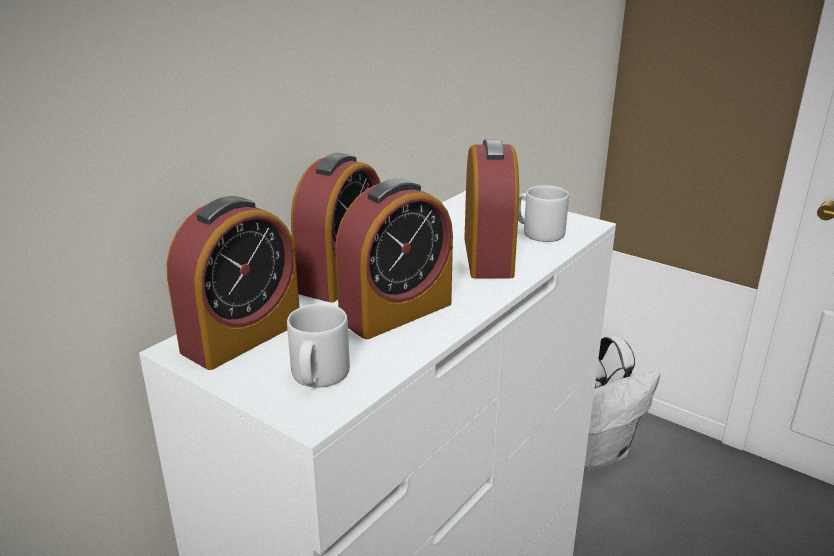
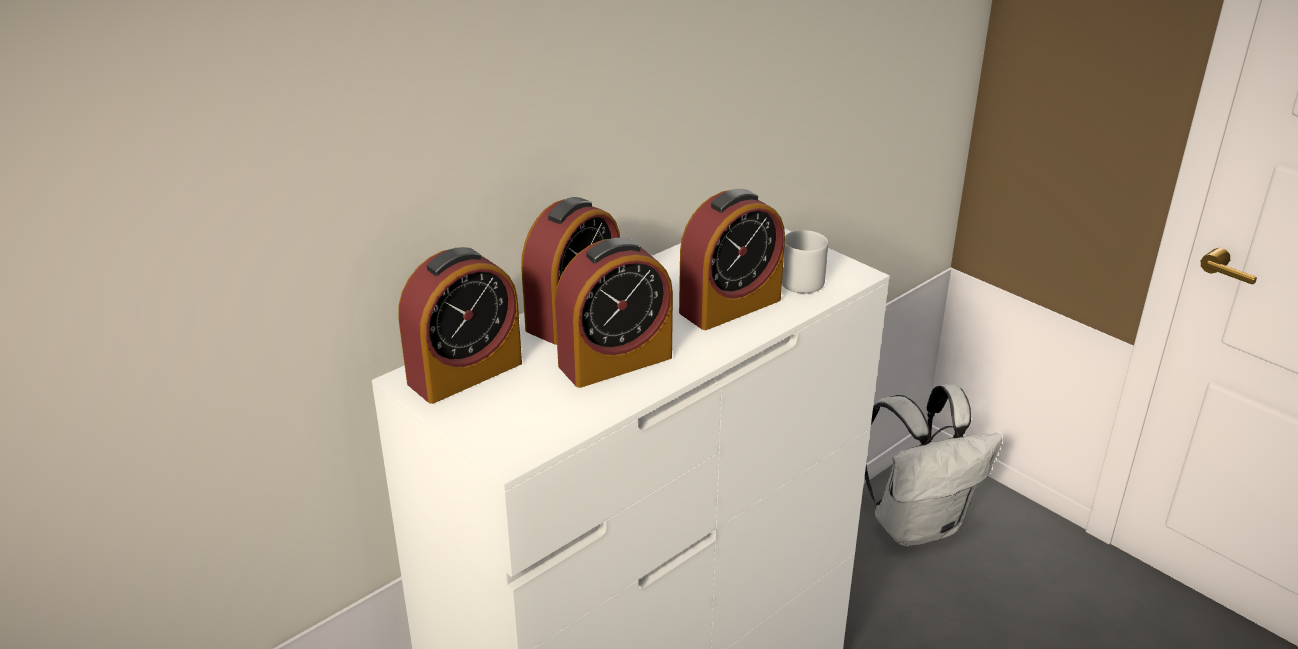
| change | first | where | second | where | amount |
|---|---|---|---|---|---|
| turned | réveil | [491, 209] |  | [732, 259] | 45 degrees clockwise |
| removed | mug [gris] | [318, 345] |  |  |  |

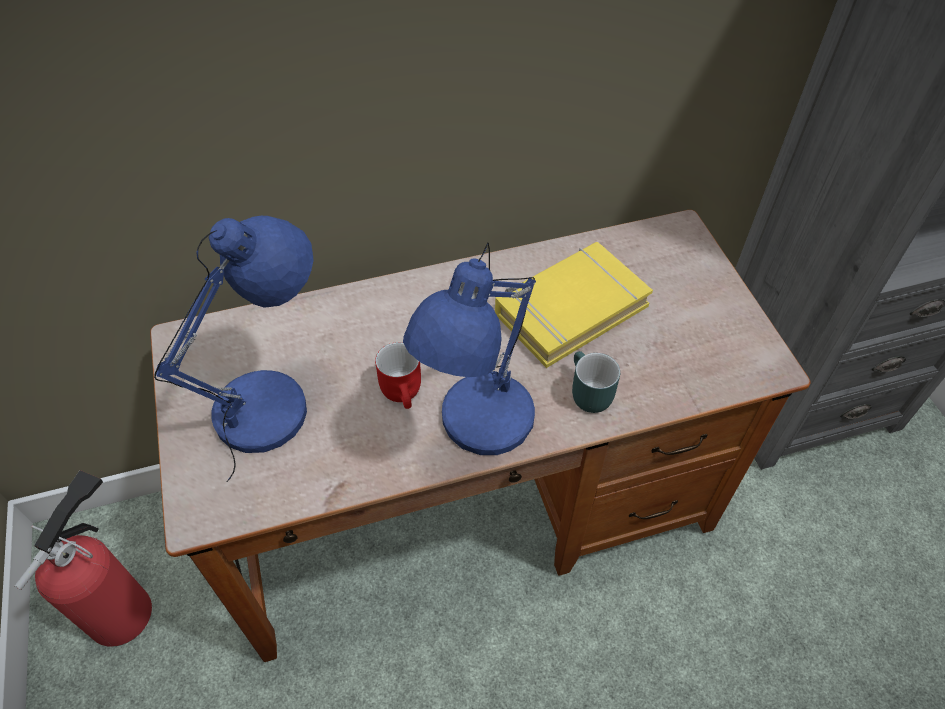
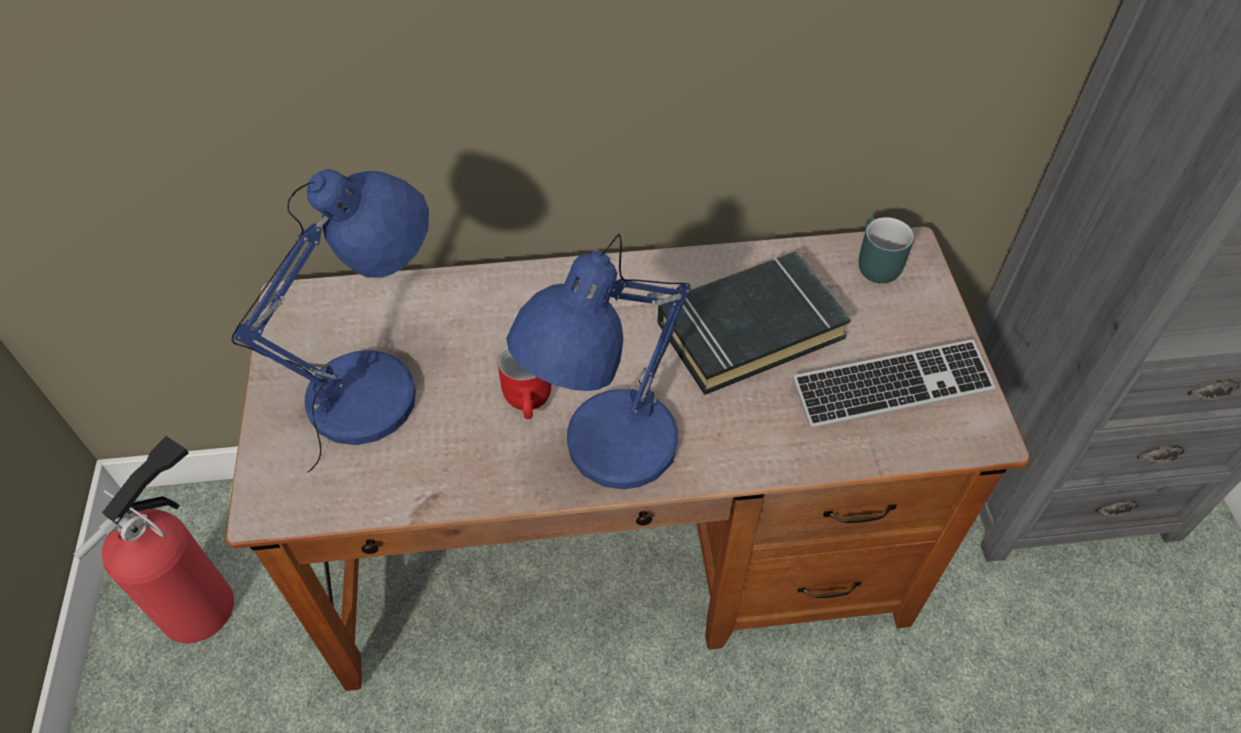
| change | first | where | second | where | amount |
|---|---|---|---|---|---|
| recoloured | livre [jaune] | [574, 305] | livre [noir] | [755, 323] |  |
| added |  |  | clavier | [894, 384] |  |
| moved | mug [turquoise] | [596, 382] |  | [886, 250] |  |

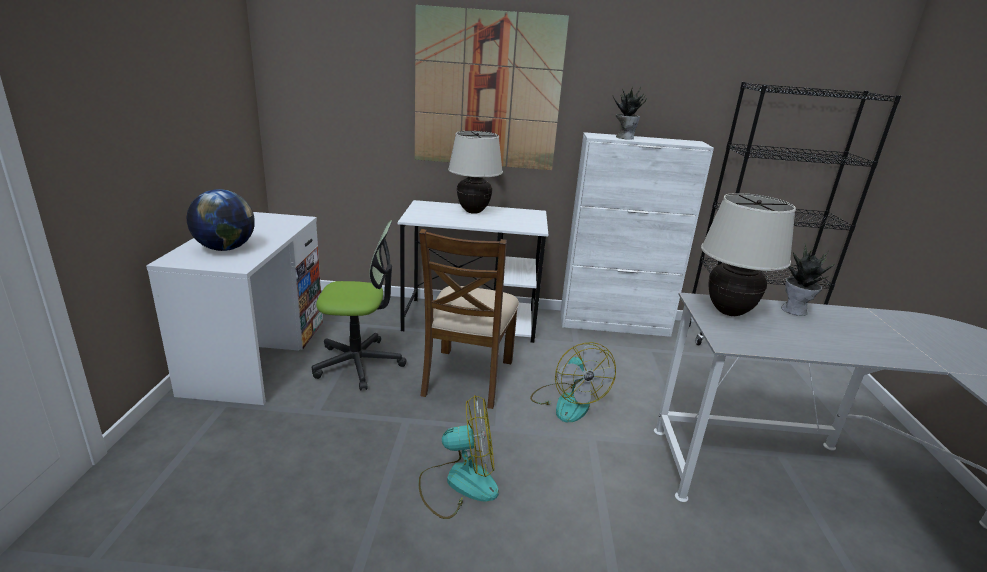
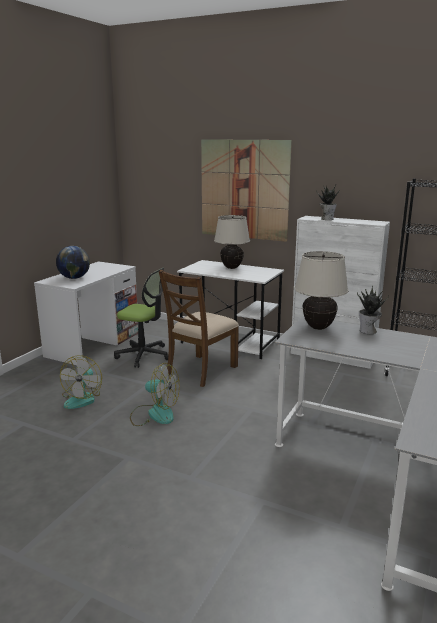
| change | first | where | second | where | amount |
|---|---|---|---|---|---|
| moved | ventilateur | [573, 382] |  | [81, 382] |  |

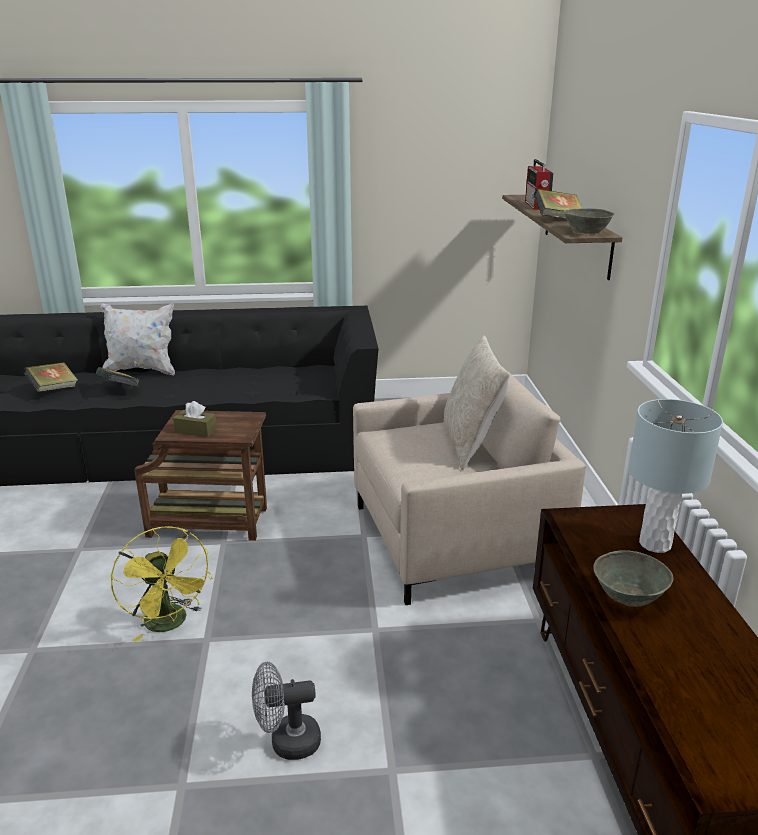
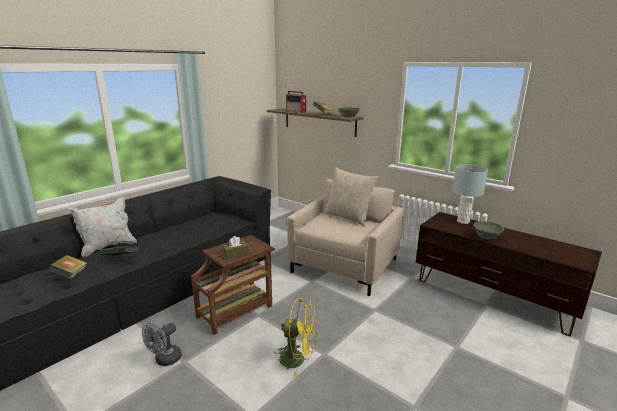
| change | first | where | second | where | amount |
|---|---|---|---|---|---|
| moved | ventilateur [gris] | [286, 711] |  | [162, 344] |  |

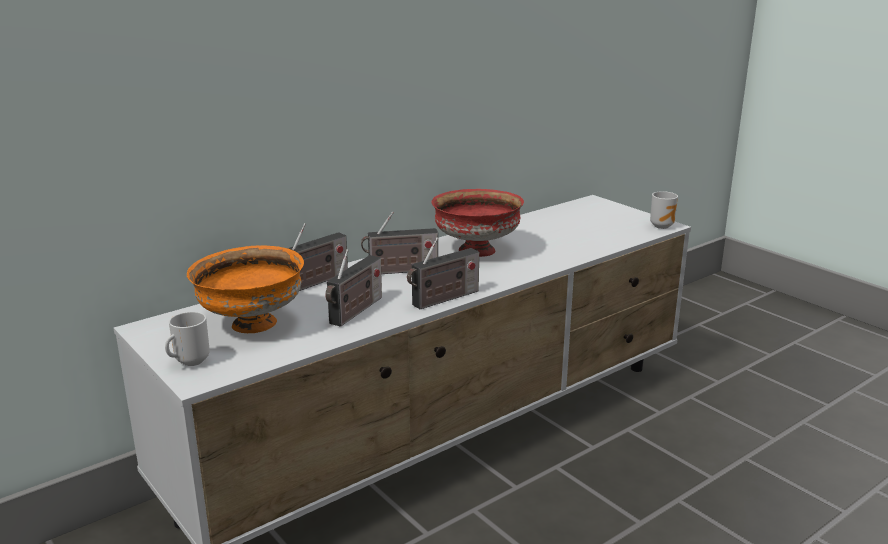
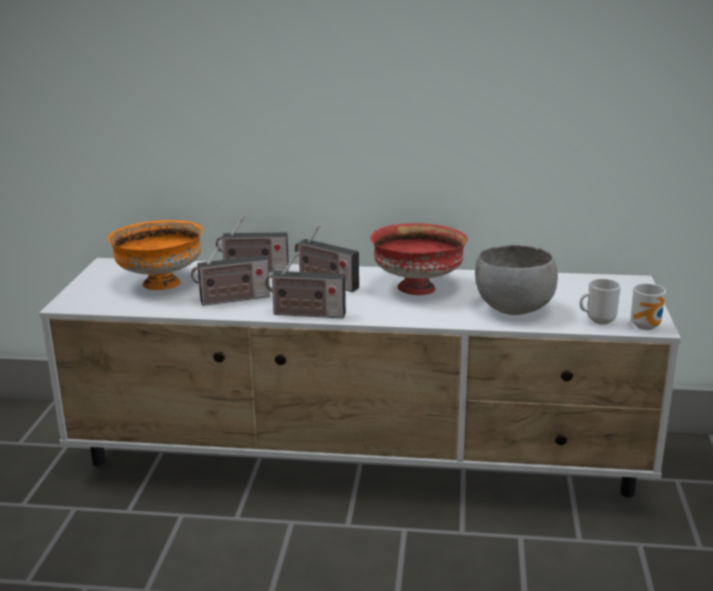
| change | first | where | second | where | amount |
|---|---|---|---|---|---|
| added |  |  | bol [gris] | [516, 280] |  |
| moved | mug | [187, 339] |  | [600, 302] |  |

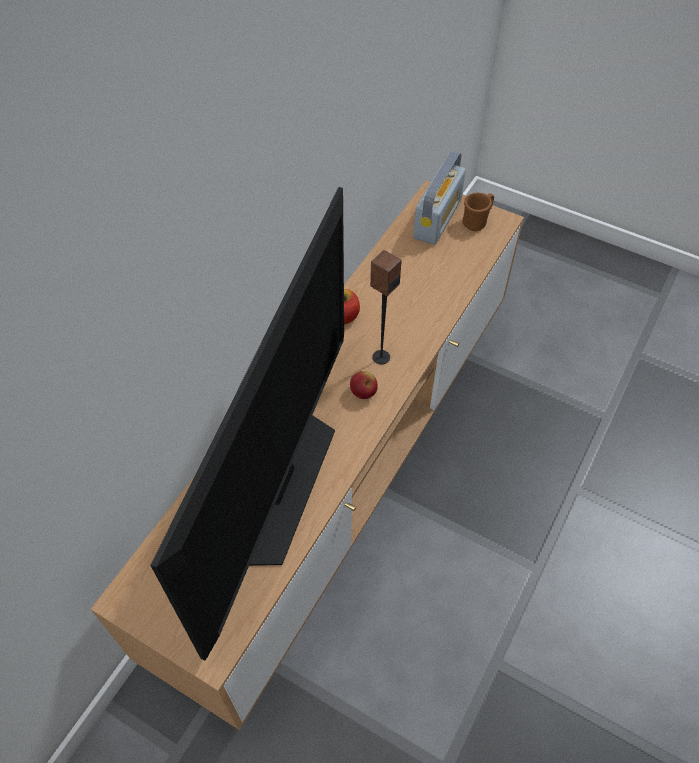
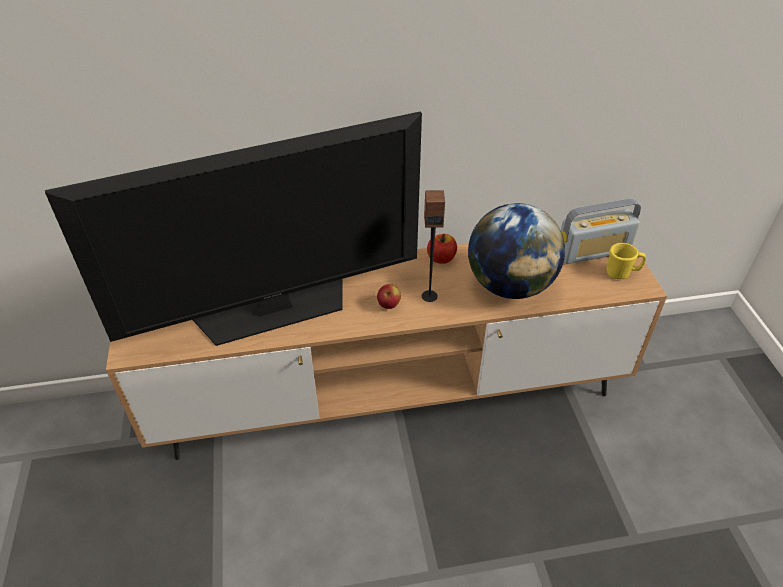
| change | first | where | second | where | amount |
|---|---|---|---|---|---|
| added |  |  | globe | [516, 251] |  |
| recoloured | mug [marron] | [478, 212] | mug [jaune] | [626, 261] |  |

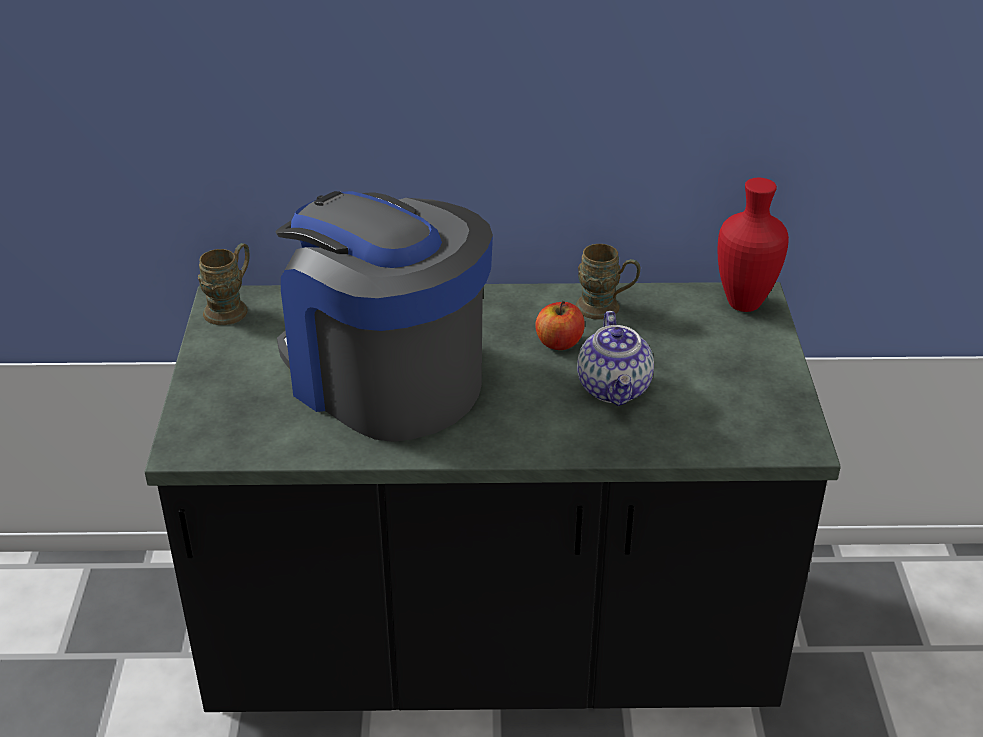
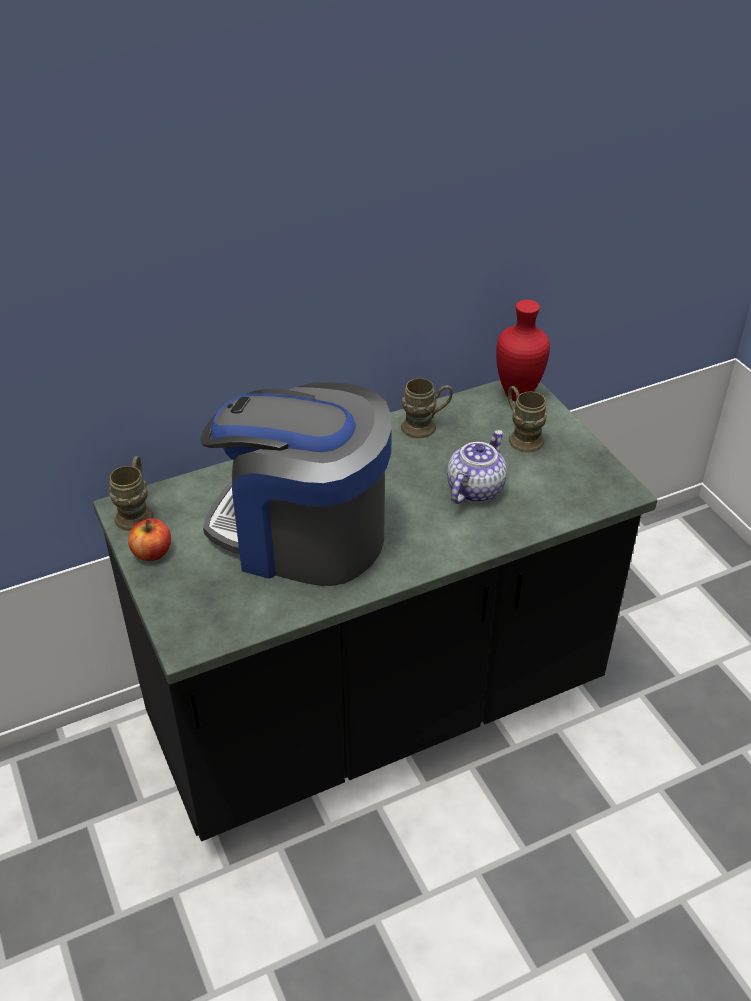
| change | first | where | second | where | amount |
|---|---|---|---|---|---|
| moved | pomme | [560, 325] |  | [149, 539] |  |
| turned | théière | [615, 358] |  | [477, 467] | 120 degrees counterclockwise |
| added |  |  | mug [marron] | [528, 419] |  |

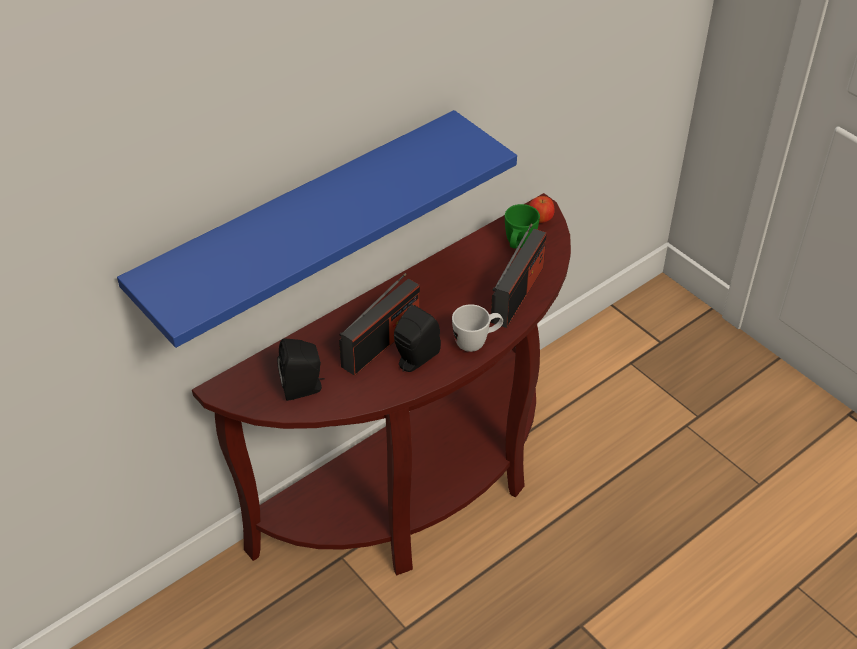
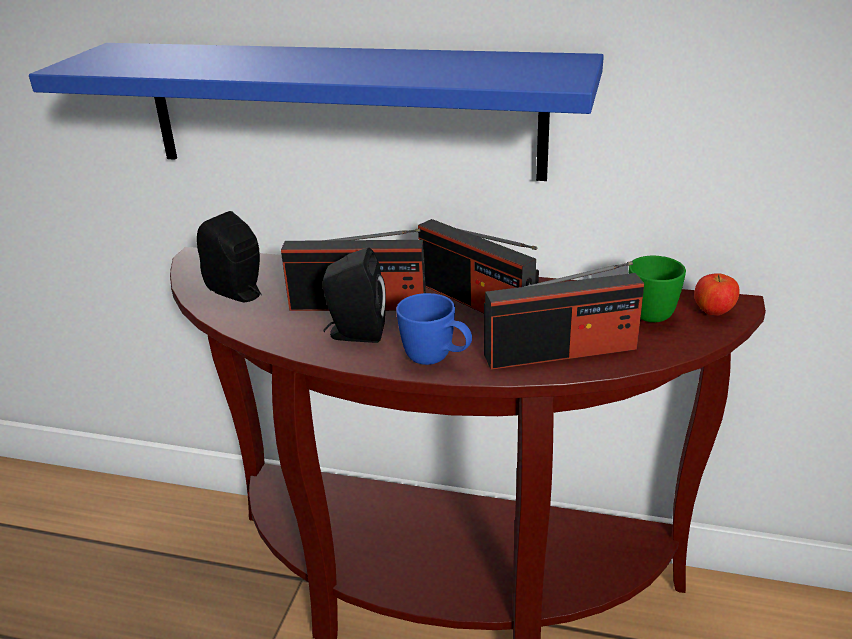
| change | first | where | second | where | amount |
|---|---|---|---|---|---|
| recoloured | mug [blanc] | [477, 328] | mug [bleu] | [434, 329] |  |
| added |  |  | radio | [478, 266] |  |

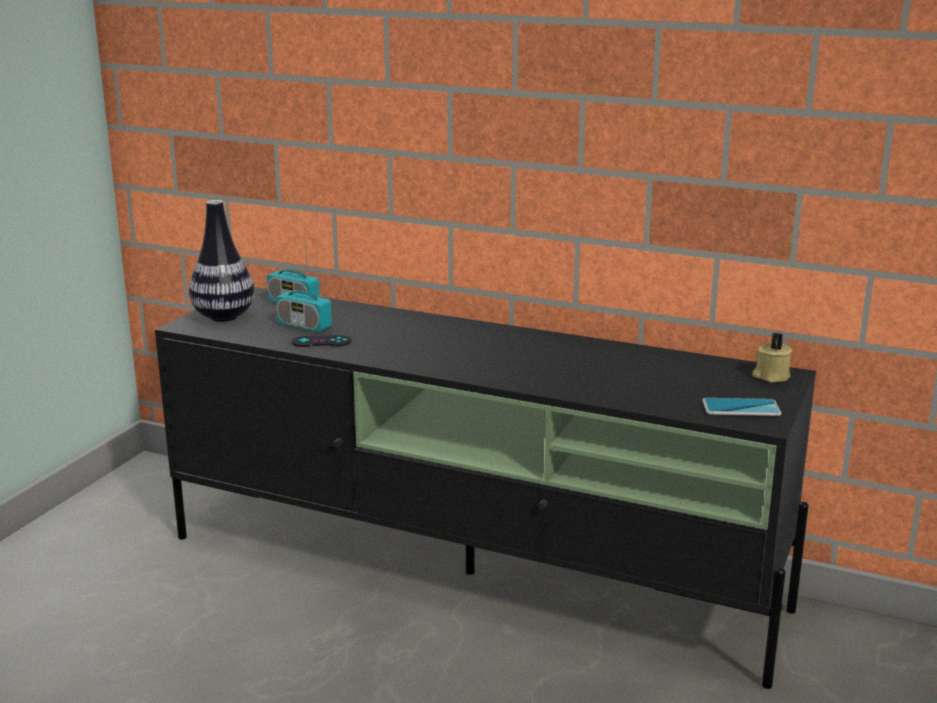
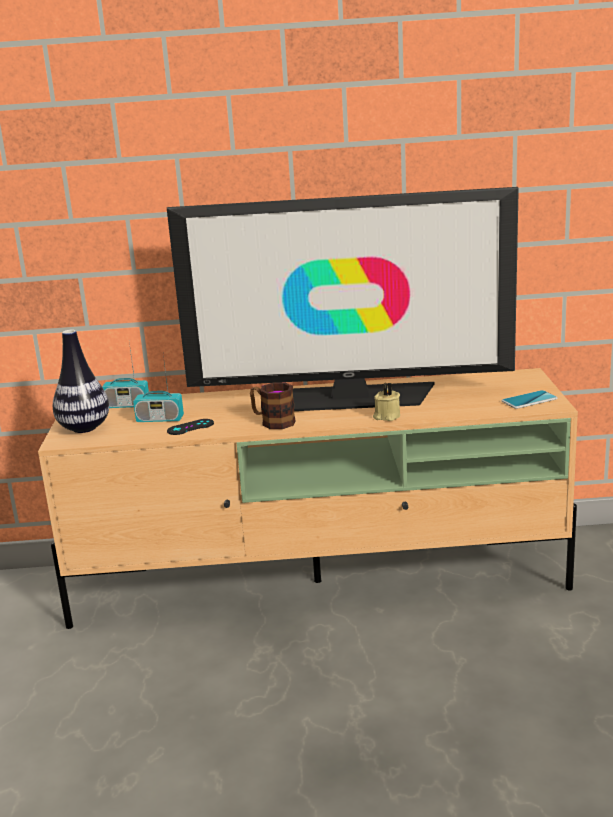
| change | first | where | second | where | amount |
|---|---|---|---|---|---|
| recoloured | meuble télé [noir] | [485, 488] | meuble télé [beige] | [308, 498] |  |
| added |  |  | téléviseur | [343, 299] |  |
| added |  |  | mug | [273, 406] |  |
| moved | bougie [beige] | [772, 358] |  | [386, 402] |  |

